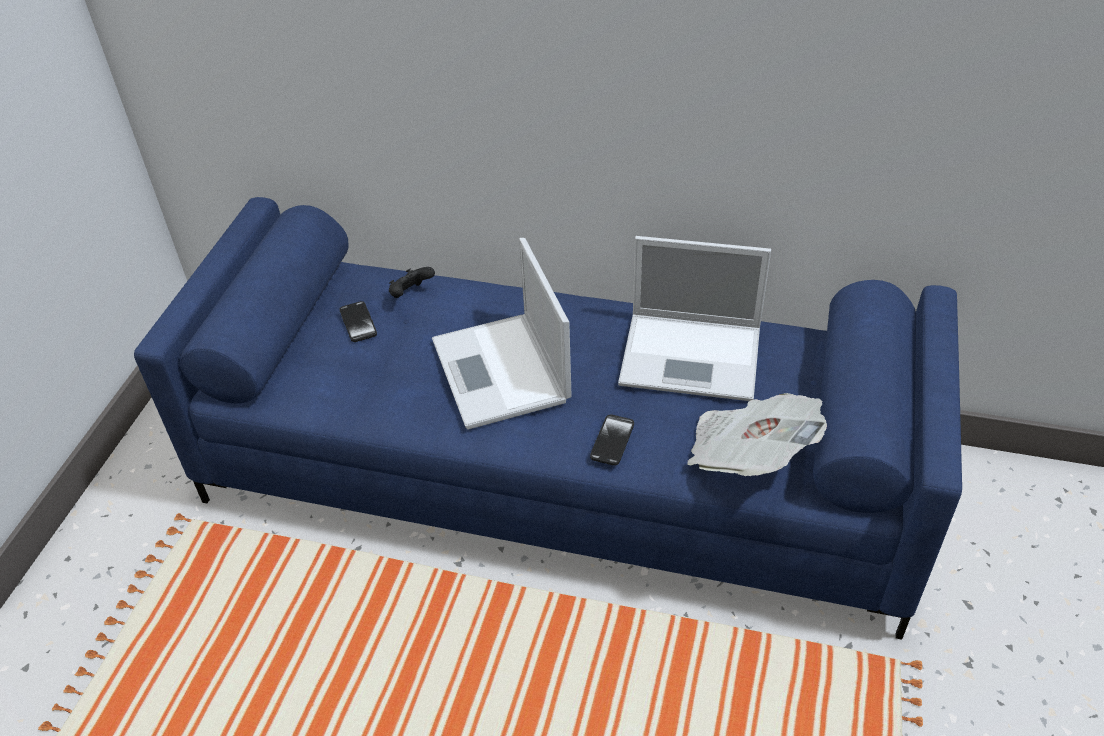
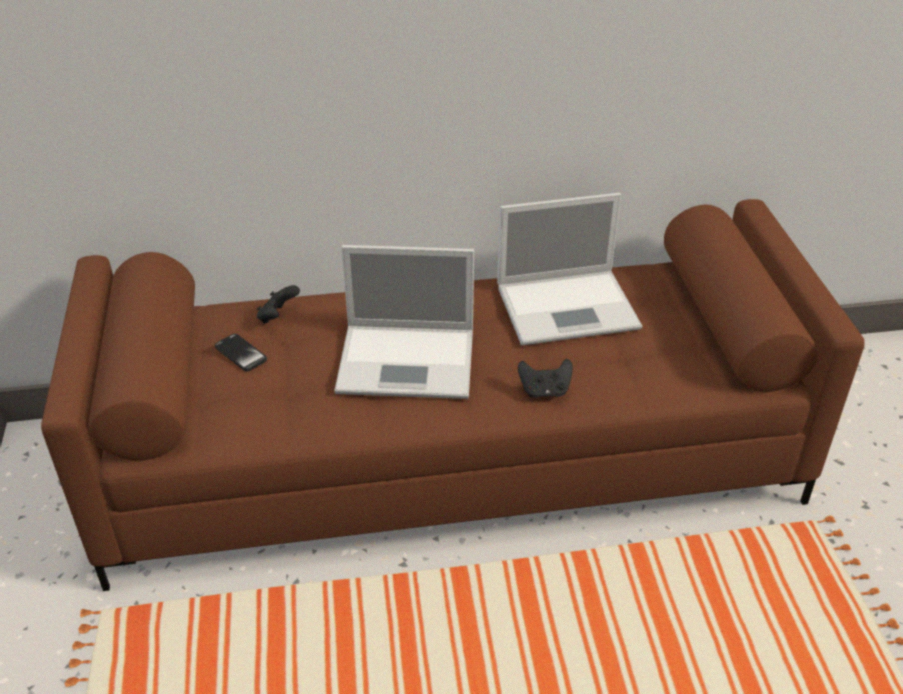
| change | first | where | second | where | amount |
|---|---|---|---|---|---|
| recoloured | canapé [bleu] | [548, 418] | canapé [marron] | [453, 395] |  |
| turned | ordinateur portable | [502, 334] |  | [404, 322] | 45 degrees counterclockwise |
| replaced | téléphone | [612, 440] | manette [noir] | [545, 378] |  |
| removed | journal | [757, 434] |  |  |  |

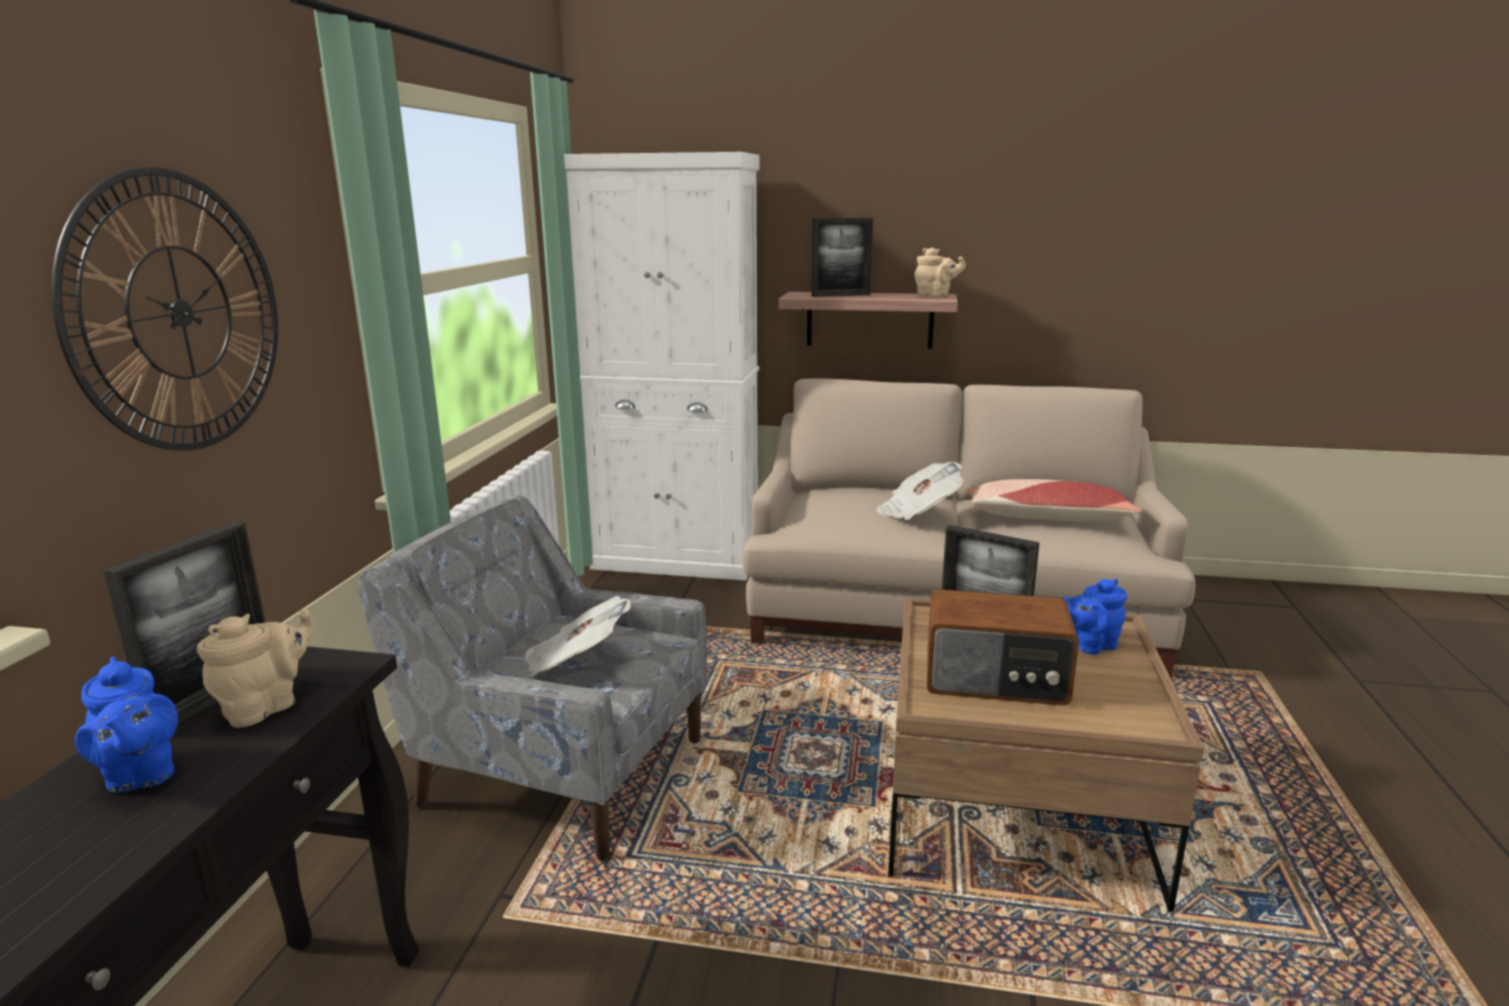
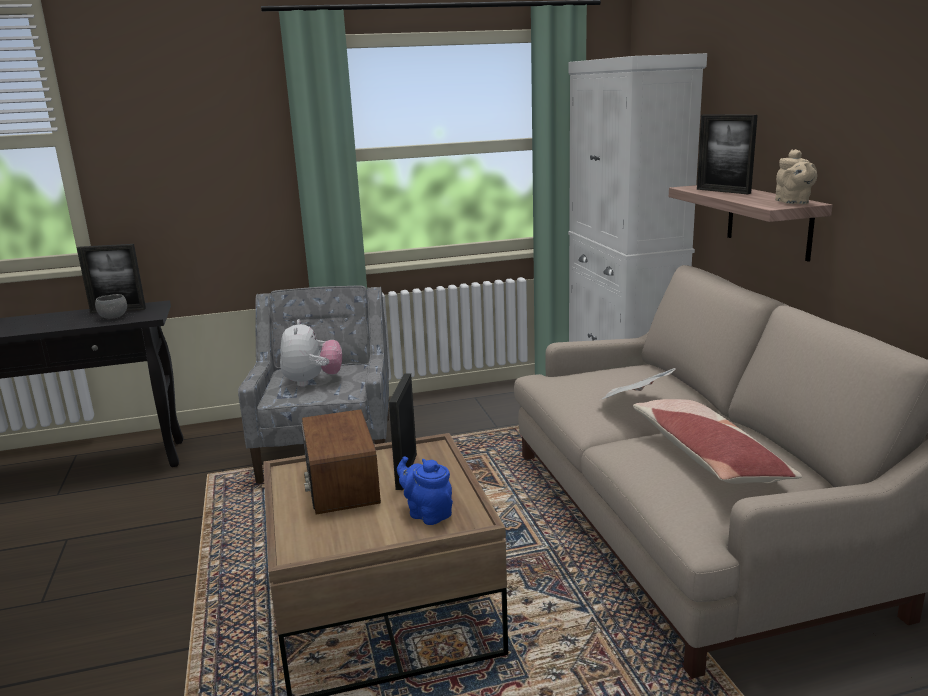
| change | first | where | second | where | amount |
|---|---|---|---|---|---|
| replaced | théière [beige] | [255, 669] | bol [gris] | [111, 306] |  |
| replaced | journal | [578, 636] | peluche | [311, 353] |  |
| removed | horloge murale | [164, 309] |  |  |  |
| removed | théière [bleu] | [126, 724] |  |  |  |

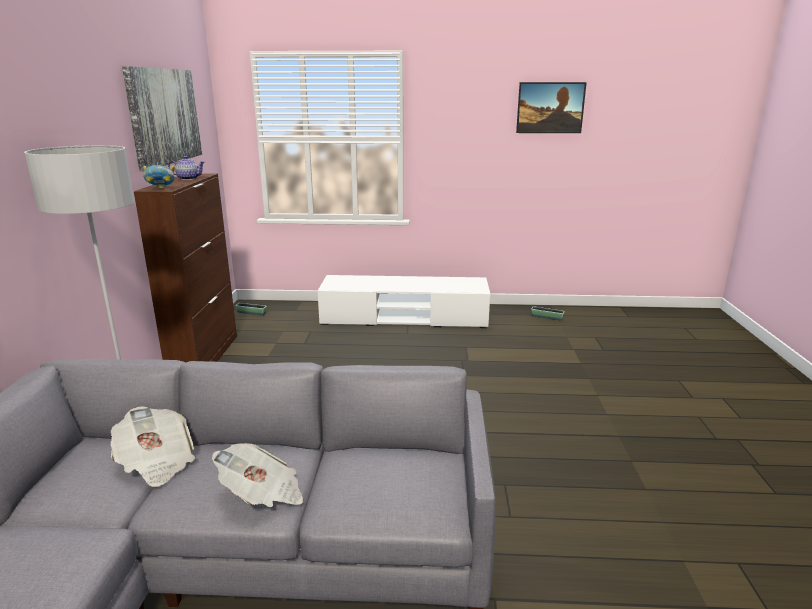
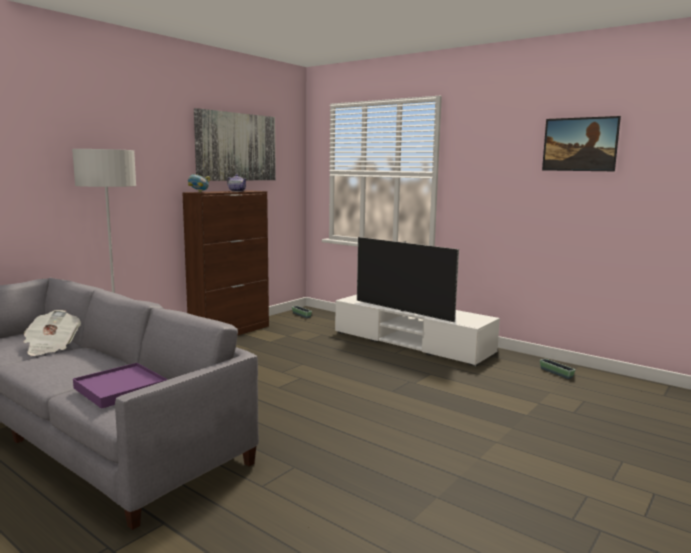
| change | first | where | second | where | amount |
|---|---|---|---|---|---|
| added |  |  | plateau [violet] | [120, 386] |  |
| added |  |  | téléviseur | [408, 279] |  |
| removed | journal | [257, 475] |  |  |  |

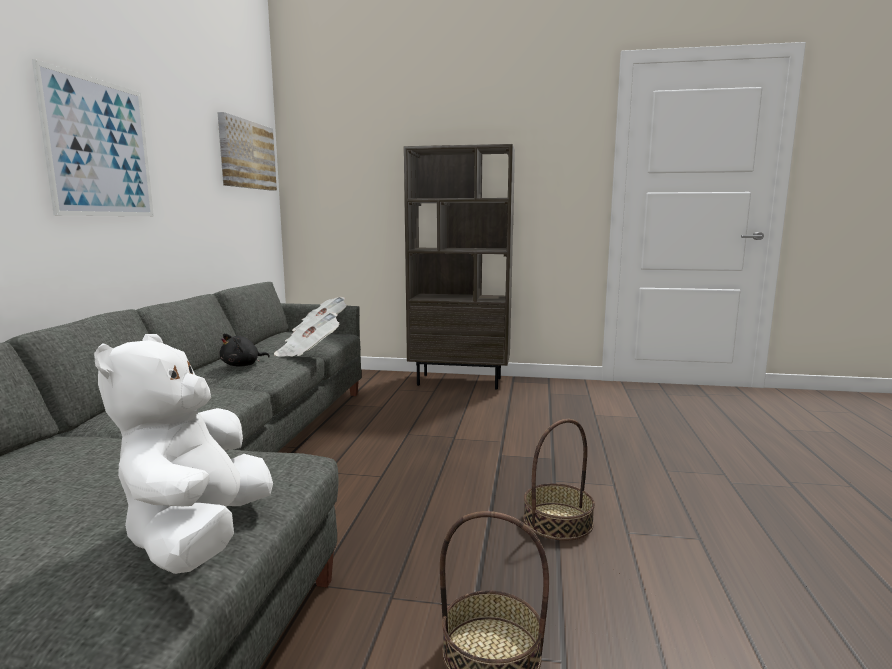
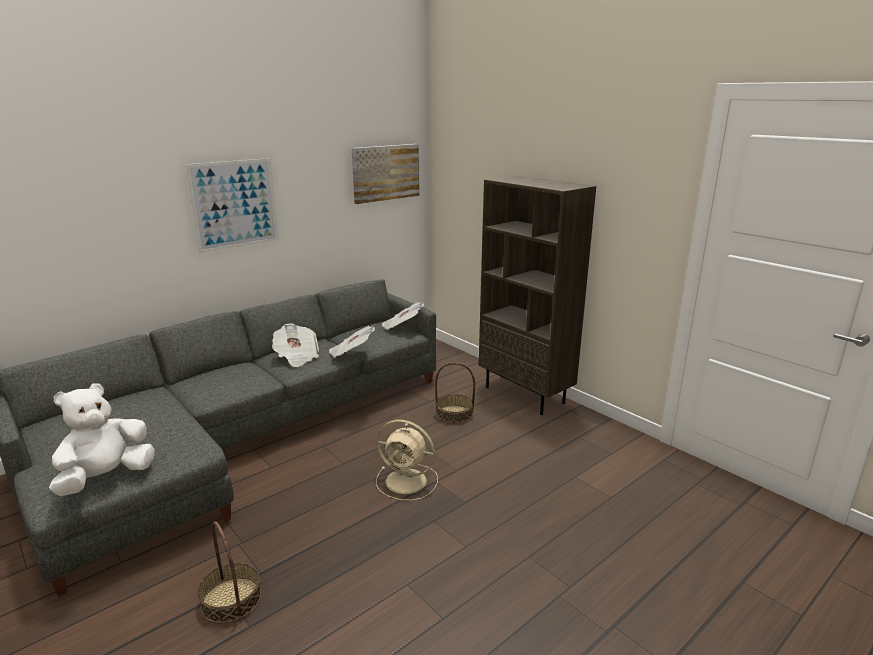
| change | first | where | second | where | amount |
|---|---|---|---|---|---|
| replaced | peluche [noir] | [244, 350] | journal | [295, 345] |  |
| added |  |  | ventilateur [beige] | [407, 460] |  |
| moved | panier | [559, 479] |  | [455, 393] |  |

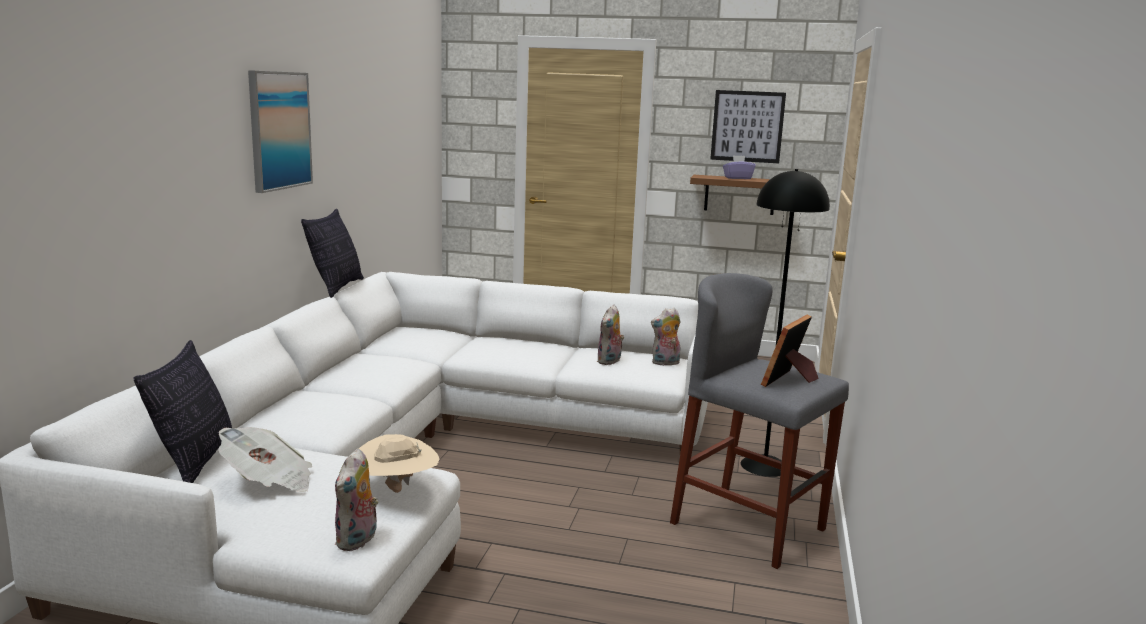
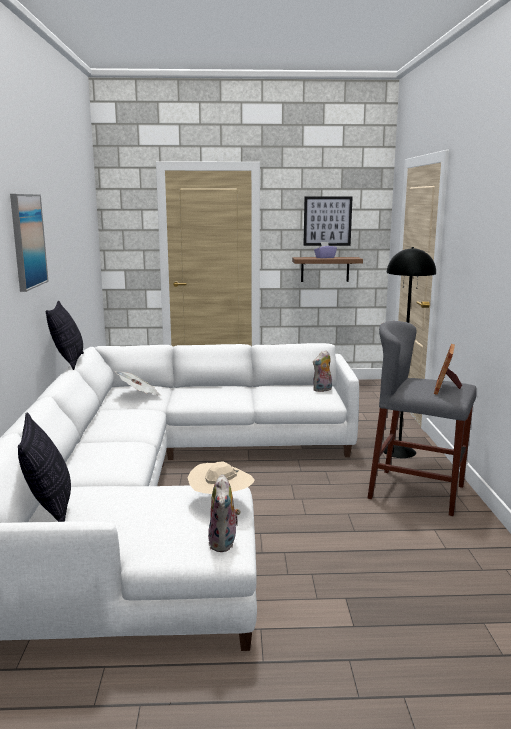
| change | first | where | second | where | amount |
|---|---|---|---|---|---|
| moved | journal | [265, 459] |  | [138, 383] |  |
| removed | peluche | [610, 335] |  |  |  |

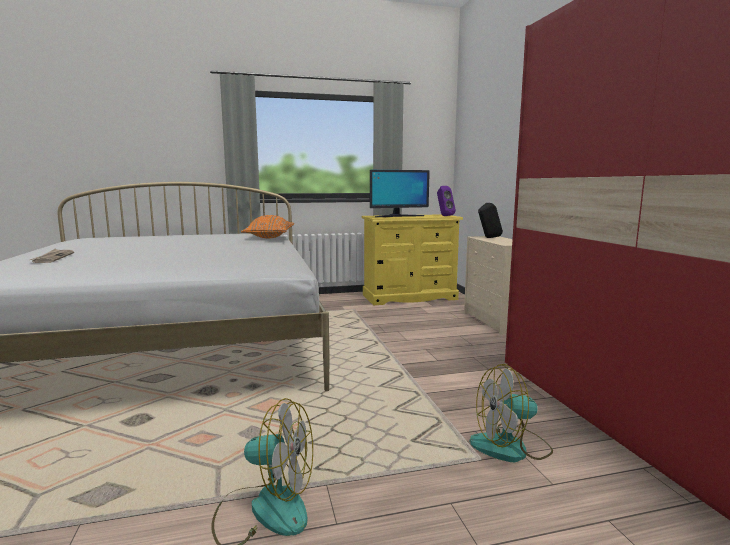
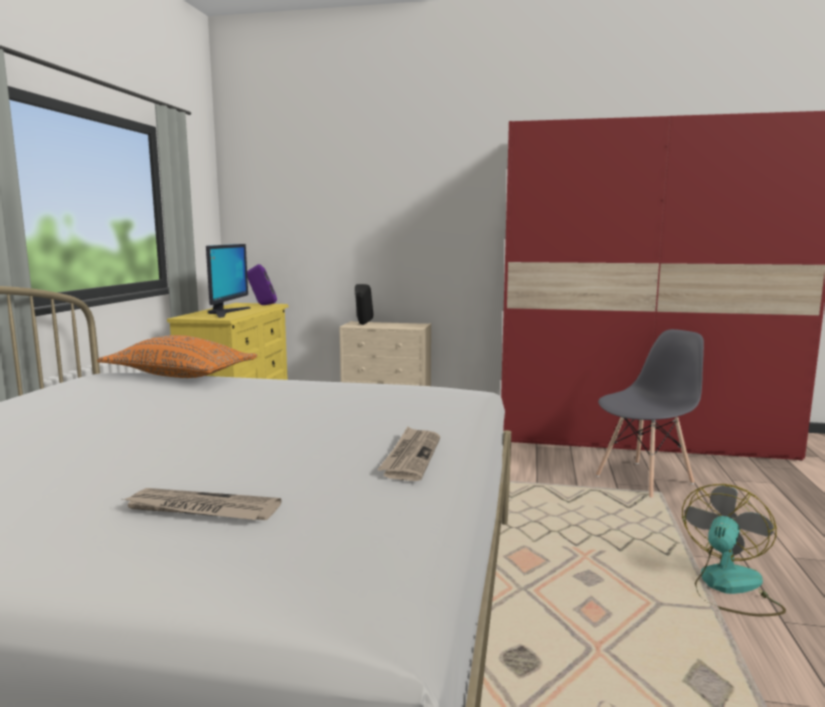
| change | first | where | second | where | amount |
|---|---|---|---|---|---|
| added |  |  | journal | [408, 454] |  |
| replaced | ventilateur | [511, 413] | chaise [gris] | [650, 413] |  |

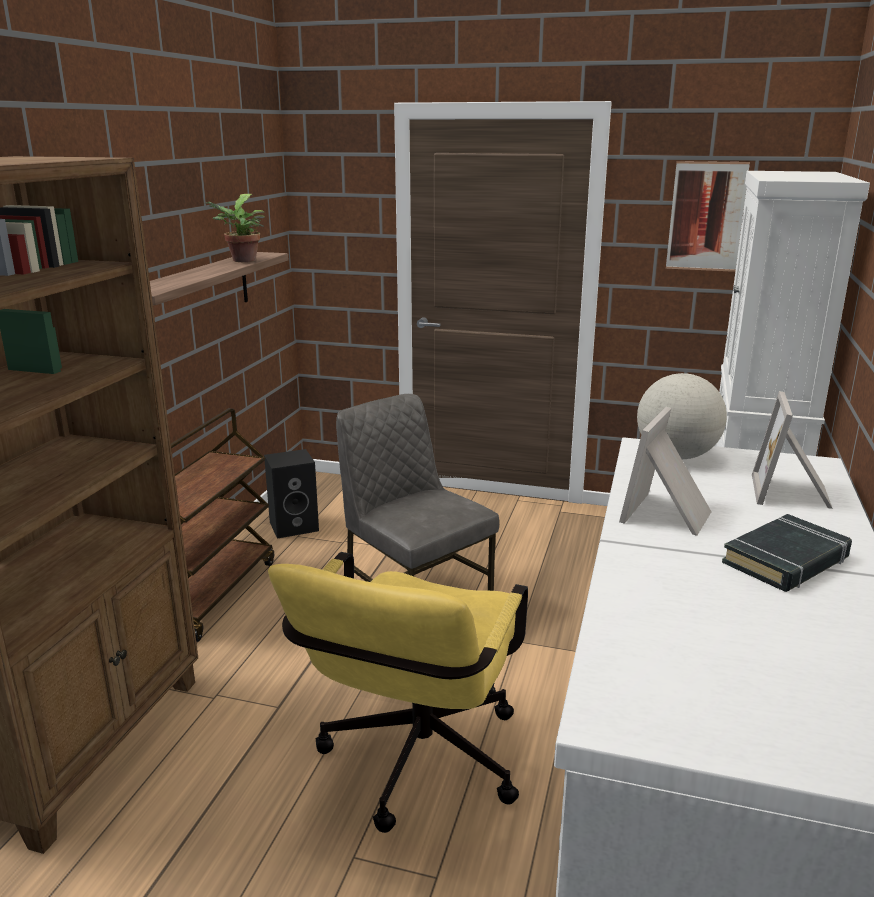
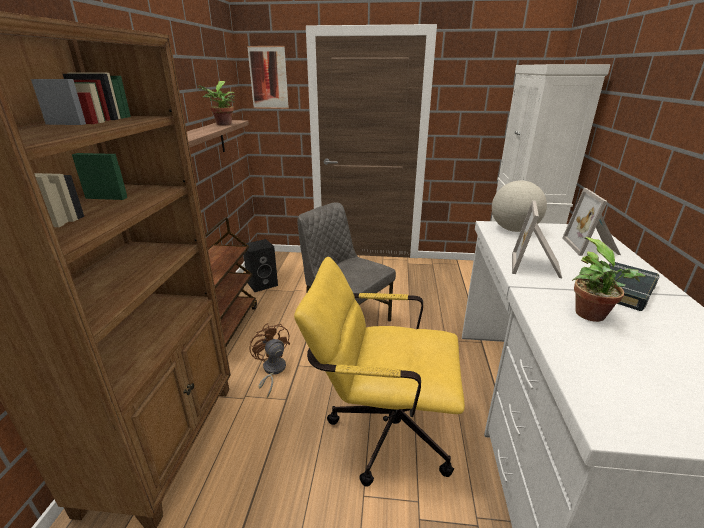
| change | first | where | second | where | amount |
|---|---|---|---|---|---|
| moved | tableau | [708, 216] |  | [268, 77] |  |
| added |  |  | ventilateur [marron] | [269, 360] |  |
| turned | chaise de bureau [jaune] | [398, 692] |  | [379, 372] | 90 degrees clockwise |
| added |  |  | plante en pot | [609, 279] |  |

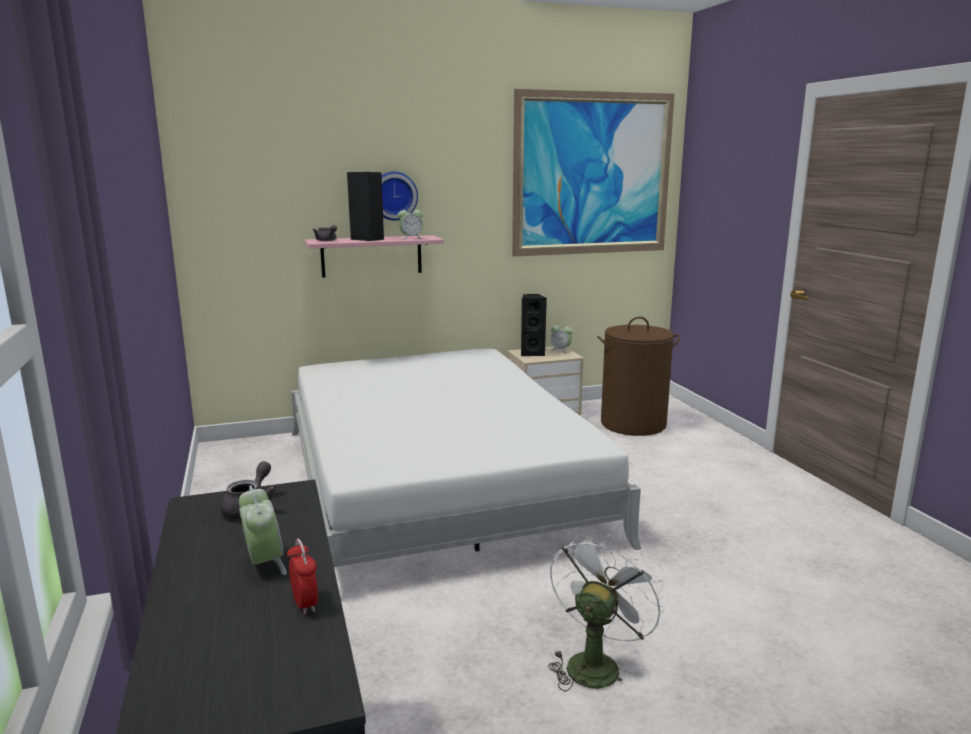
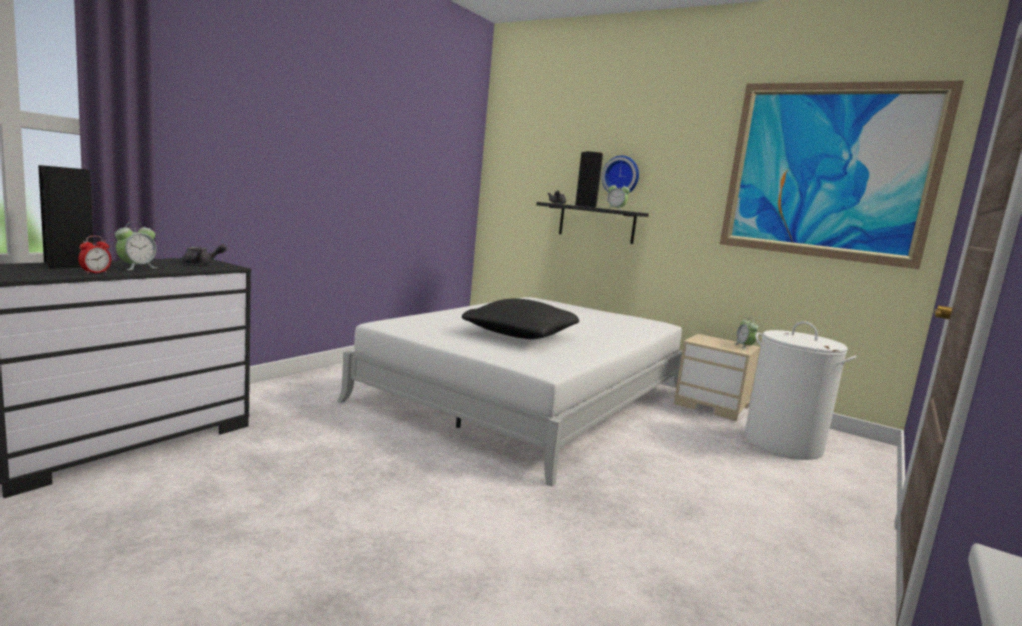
| change | first | where | second | where | amount |
|---|---|---|---|---|---|
| moved | enceinte [noir] | [534, 325] |  | [65, 217] |  |
| added |  |  | coussin [noir] | [520, 318] |  |
| recoloured | étagère [rose] | [374, 256] | étagère [noir] | [592, 223] |  |
| recoloured | panier à linge [marron] | [638, 376] | panier à linge [blanc] | [800, 390] |  |
| removed | ventilateur [blanc] | [606, 612] |  |  |  |

